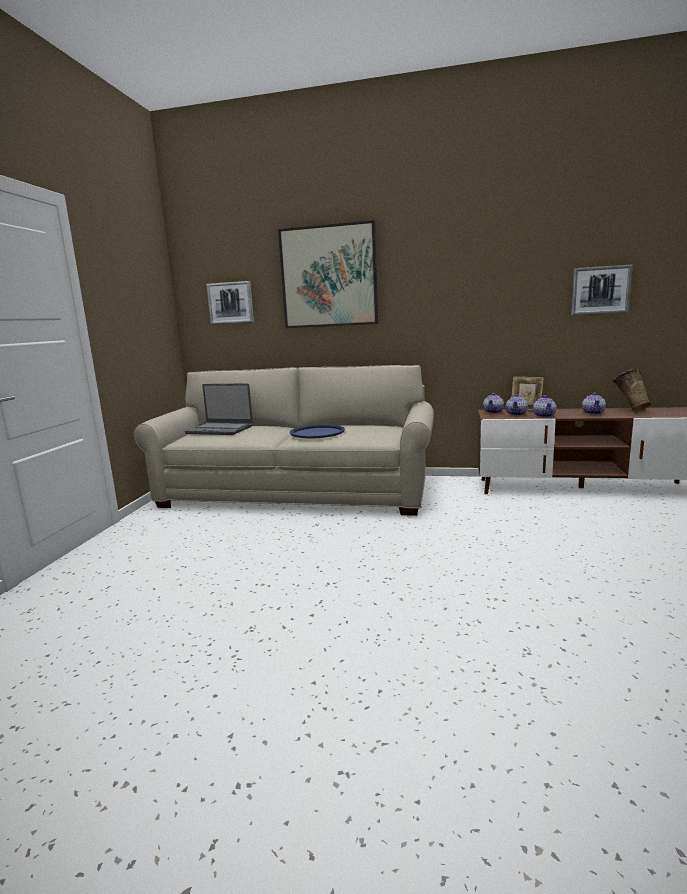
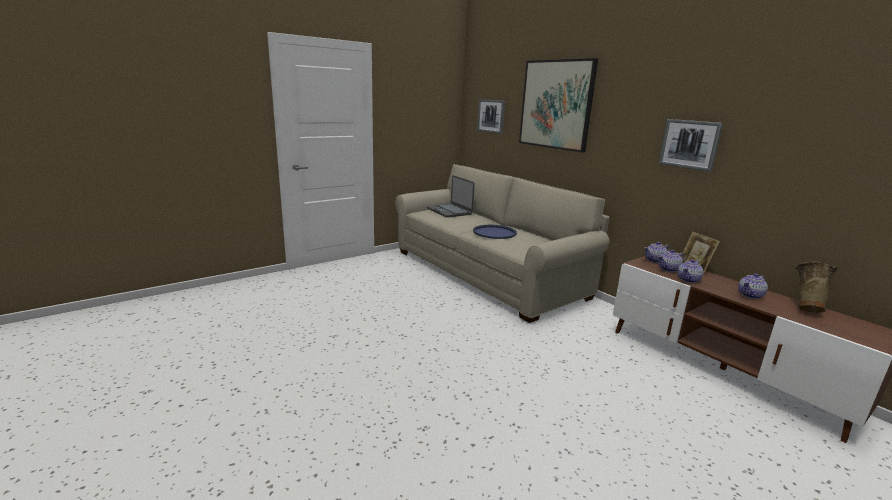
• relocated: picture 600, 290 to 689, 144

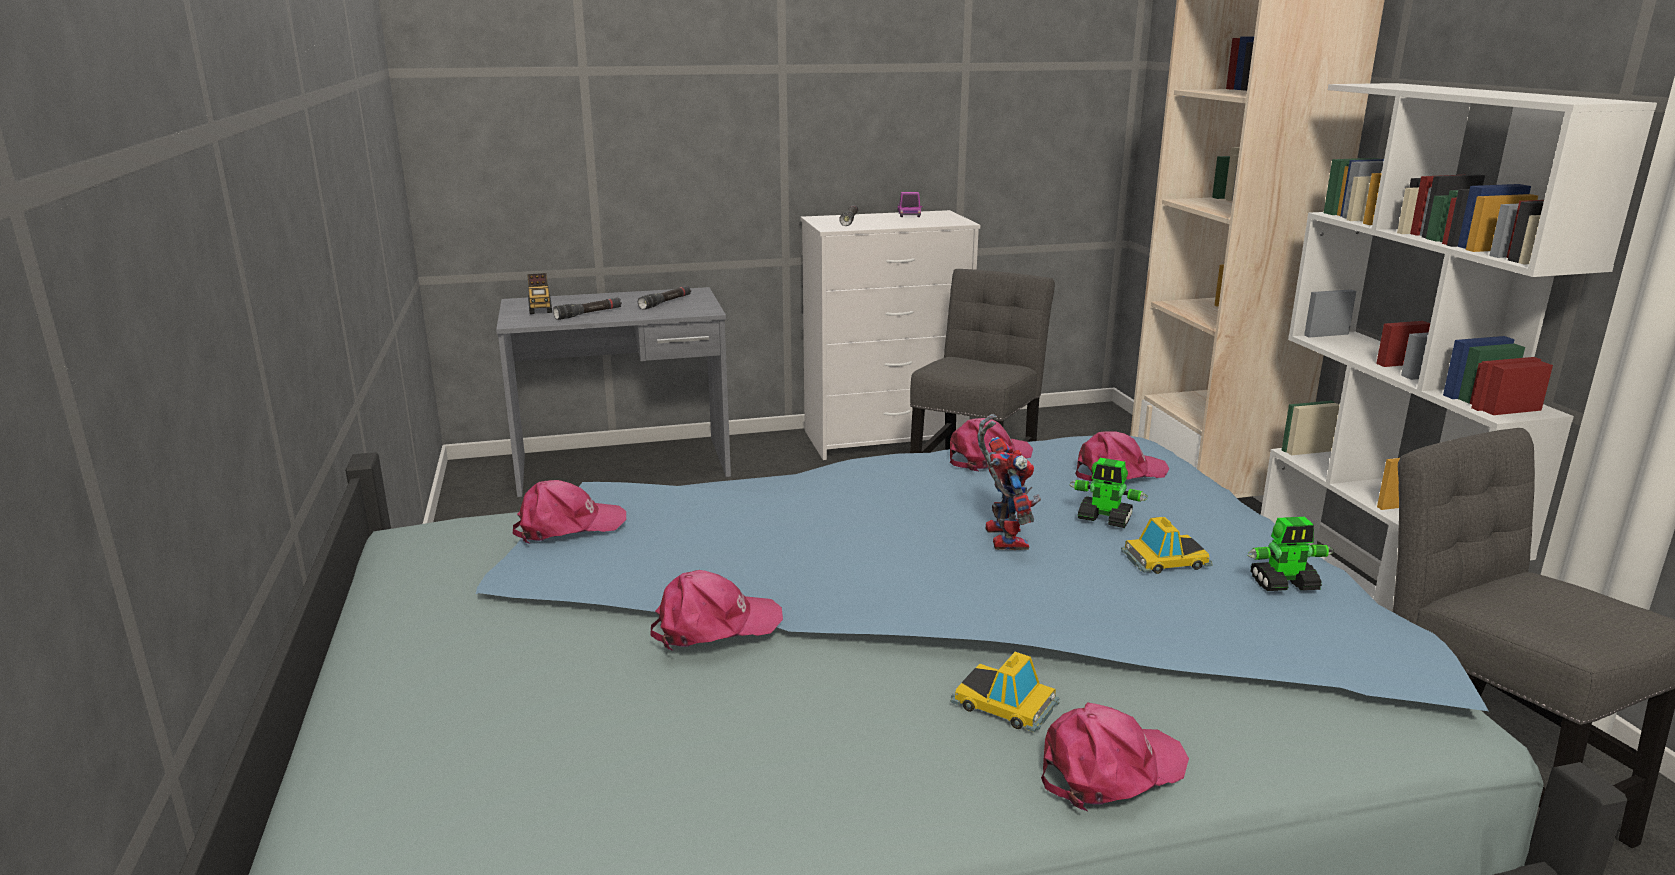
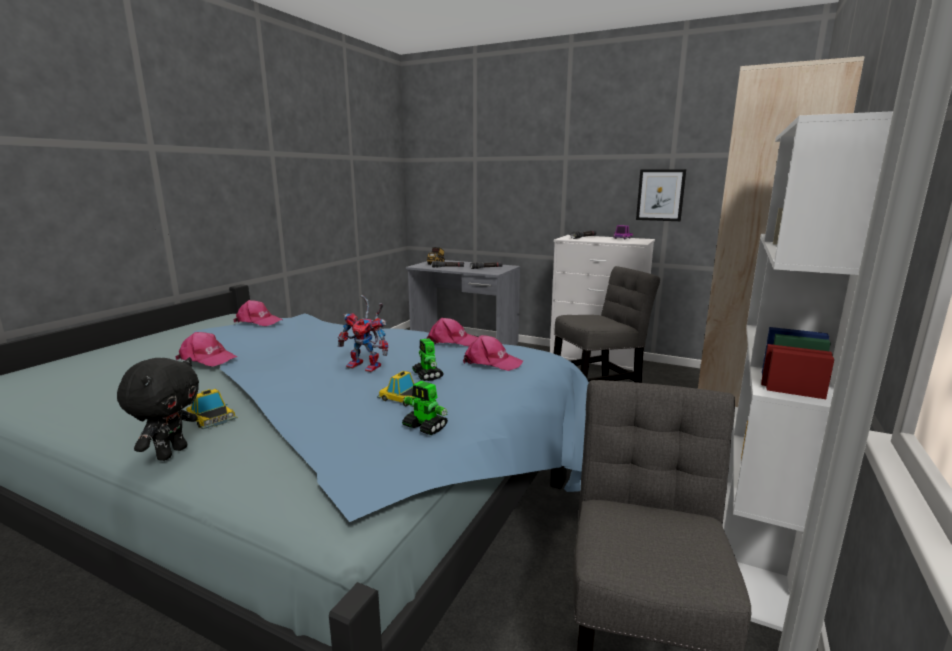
• exchanged: pink cap 1109, 770 to black plush toy 171, 453
• spun: toy car 1004, 703 = 211, 417 150 degrees clockwise
• spun: toy robot 1000, 535 = 368, 366 75 degrees clockwise
• appeared: picture 660, 195

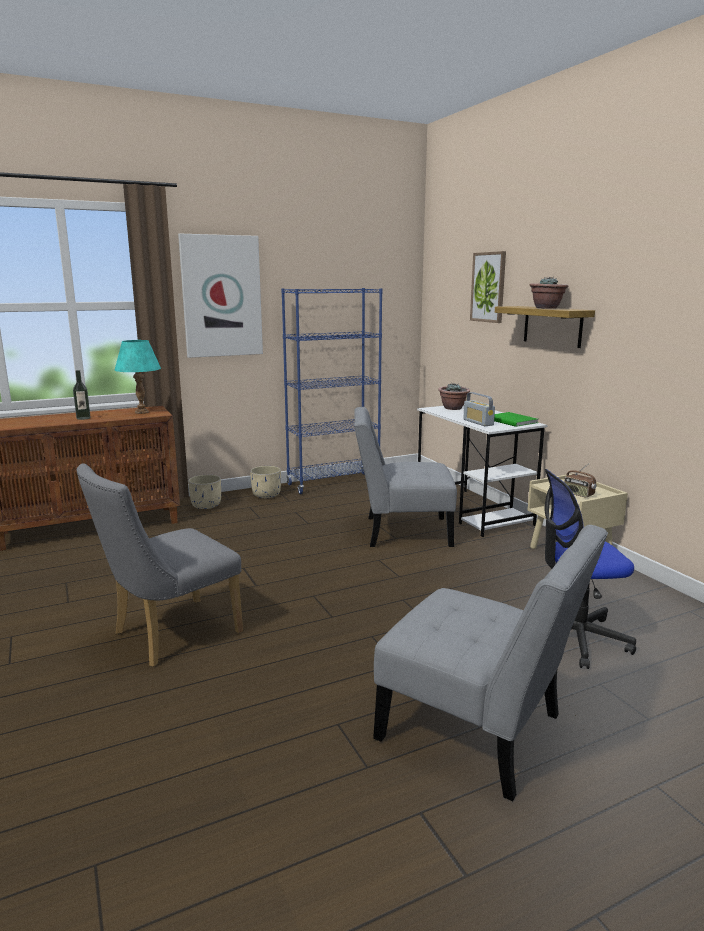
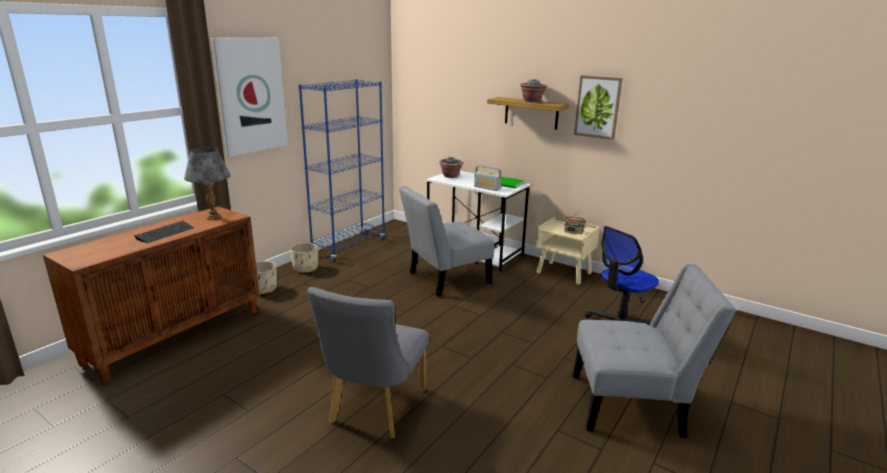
• exchanged: bottle 83, 418 to keyboard 165, 233
• colour: turquoise table lamp 142, 412 to grey table lamp 213, 217
• relocated: picture 488, 287 to 598, 107

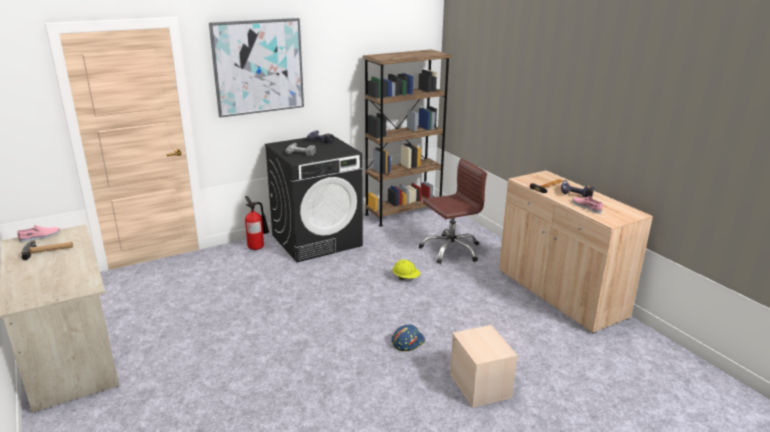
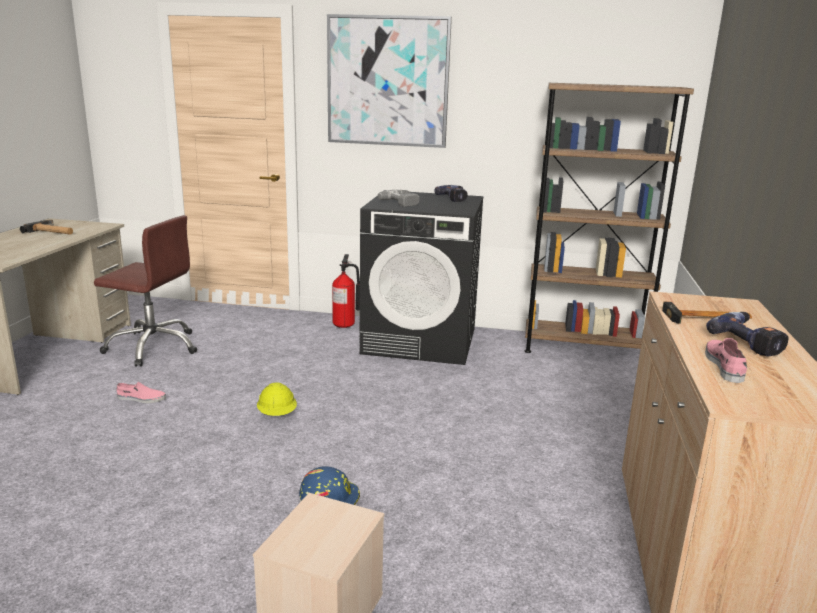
• relocated: brown office chair 450, 250 to 153, 347
• relocated: pink shoe 40, 237 to 141, 398
• relocated: yellow hard hat 406, 278 to 277, 415

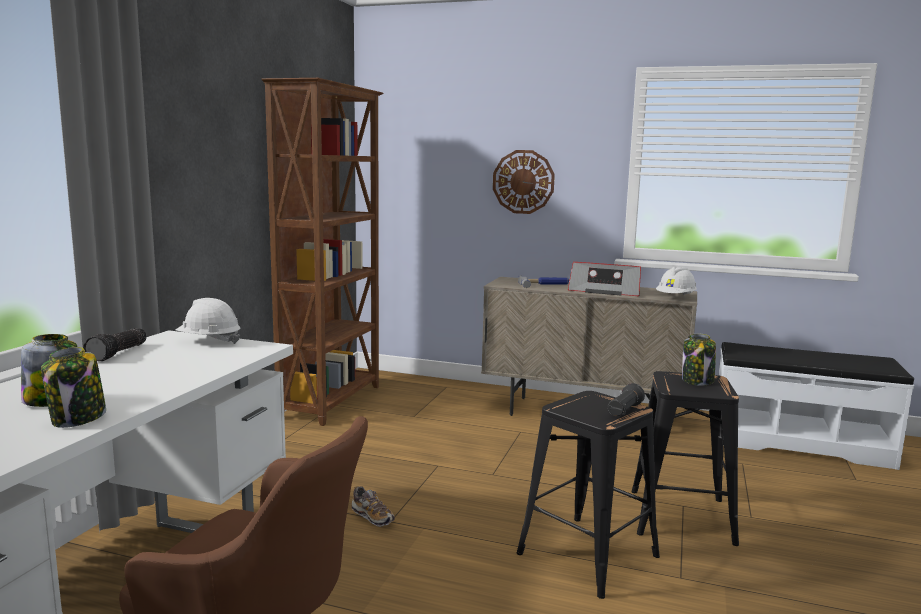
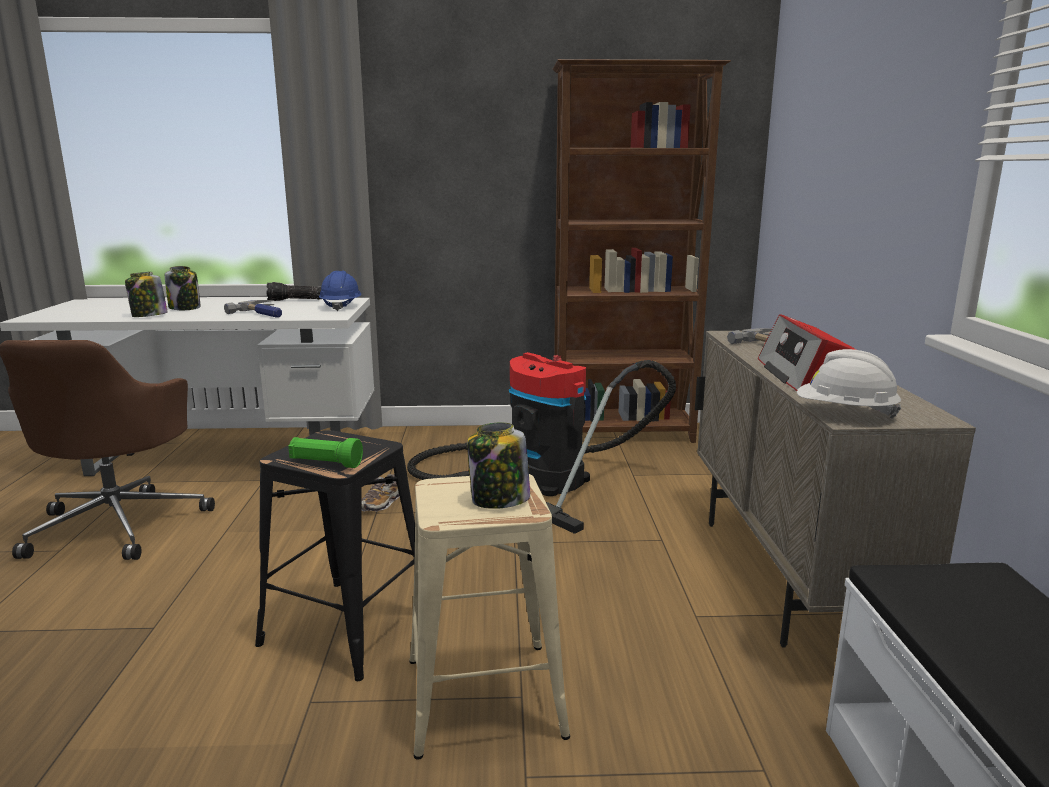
• appeared: hammer 264, 314
• colour: black flashlight 624, 411 to green flashlight 325, 464
• colour: white hard hat 209, 341 to blue hard hat 341, 306
• appeared: vacuum cleaner 537, 477
• colour: black stool 680, 516 to beige stool 484, 694
• missing: wall clock 523, 182

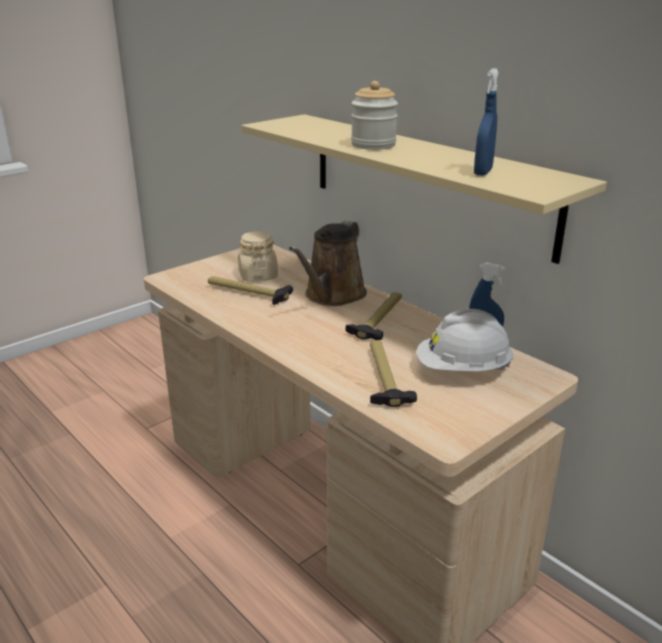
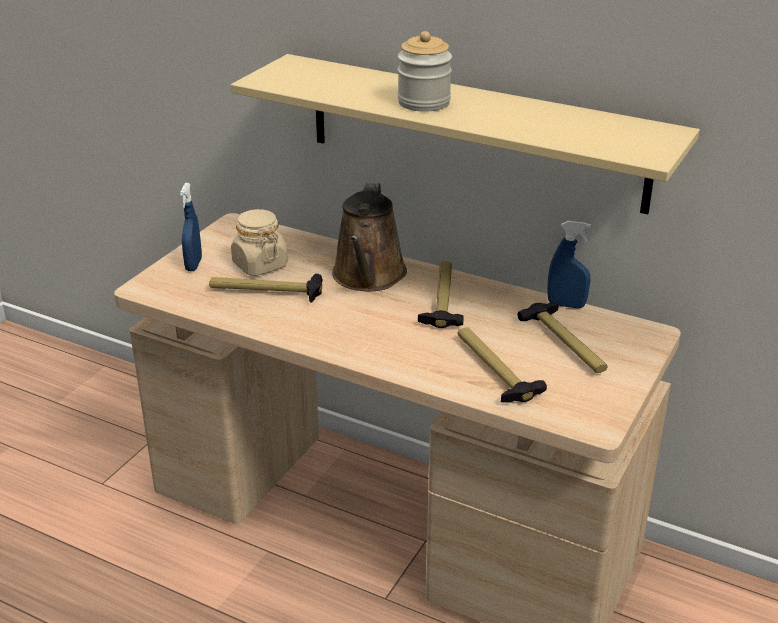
• relocated: blue spray bottle 483, 172 to 193, 265
• exchanged: white hard hat 462, 370 to hammer 566, 344

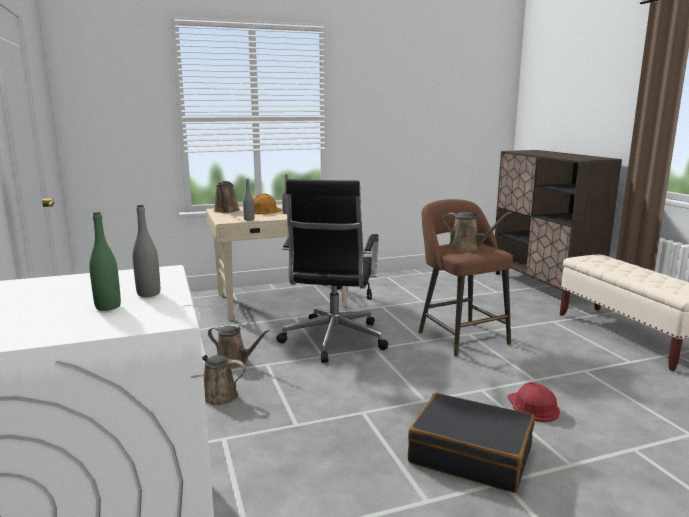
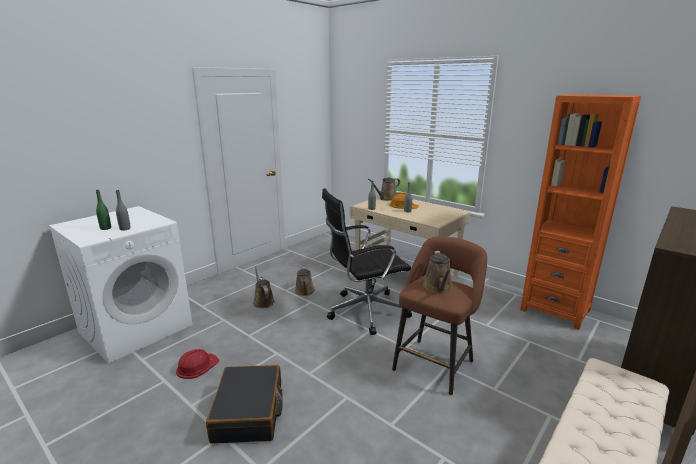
• relocated: red hard hat 532, 407 to 197, 366
• appeared: orange bookcase 555, 310

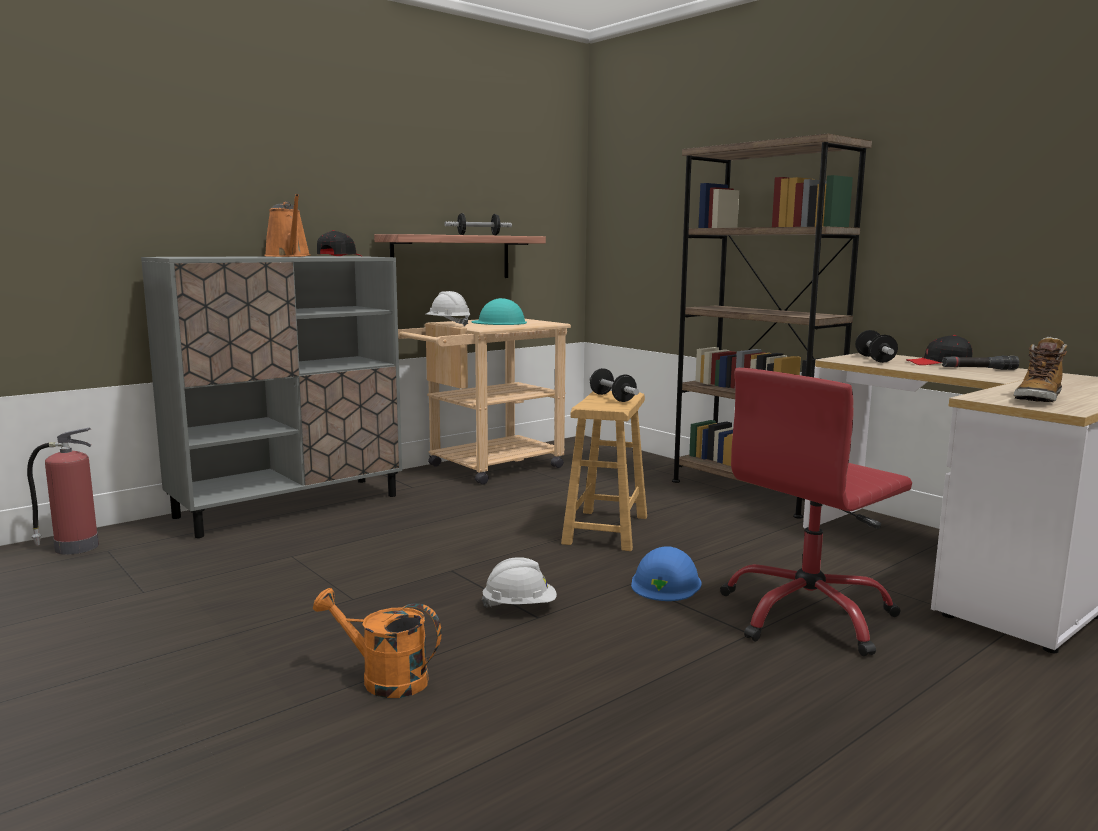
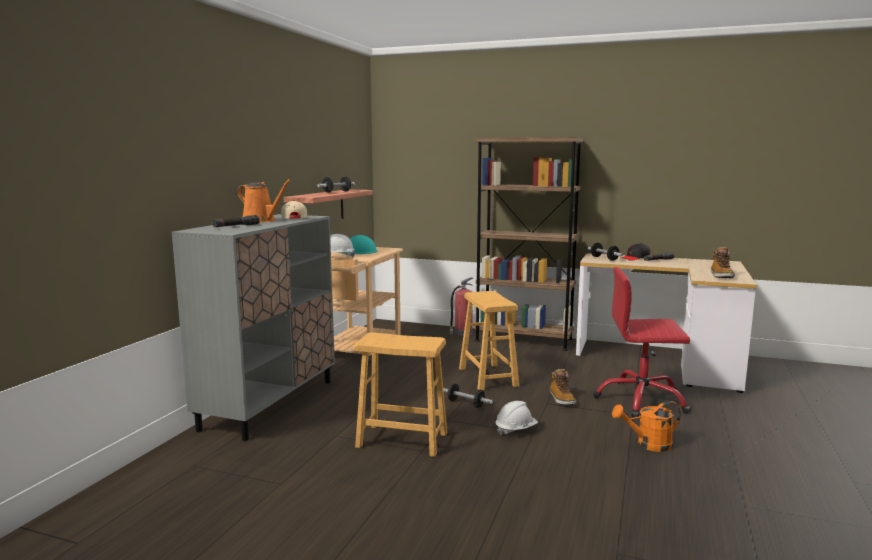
• appeared: black flashlight 236, 226
• colour: black cap 339, 256 to beige cap 294, 218
• appeared: brown stool 402, 440
• relocated: dumbbell 612, 398 to 465, 404
• relocated: fire extinguisher 74, 547 to 462, 333
• exchanged: blue hard hat 666, 583 to boot 561, 399
• spun: red office chair 807, 615 = 641, 400 75 degrees clockwise
• relocated: orange watering can 384, 679 to 648, 445

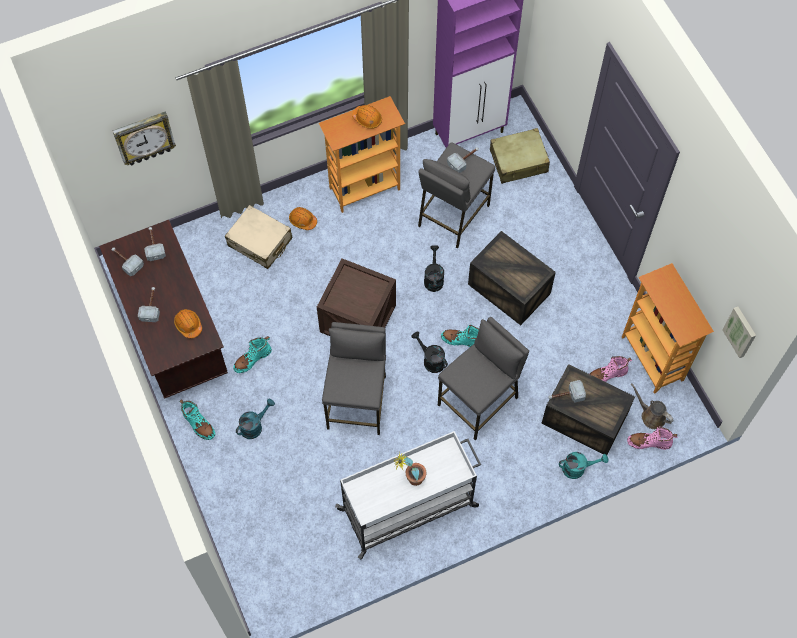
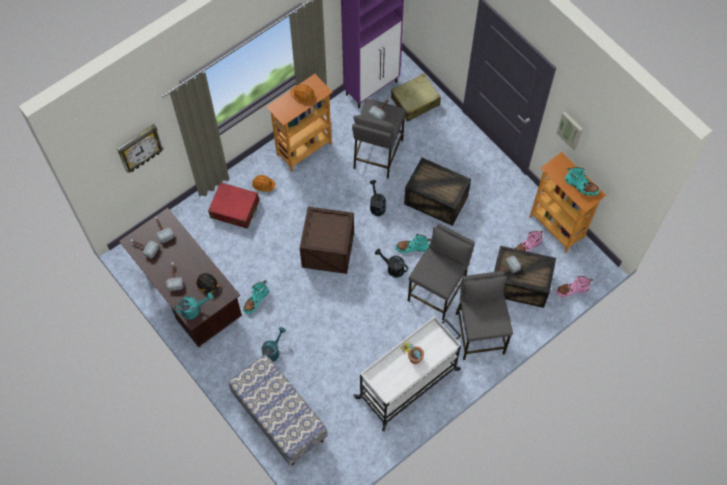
• relocated: turquoise watering can 578, 468 to 194, 309
• colour: orange hard hat 188, 325 to black hard hat 208, 285
• colour: beige suitcase 260, 242 to red suitcase 235, 209
• appeared: bench 279, 418
• relocated: grey stool 358, 402 to 479, 333
• relocated: picture 741, 331 to 570, 130
• relocated: turquoise boot 198, 424 to 581, 186
• missing: brown watering can 651, 416

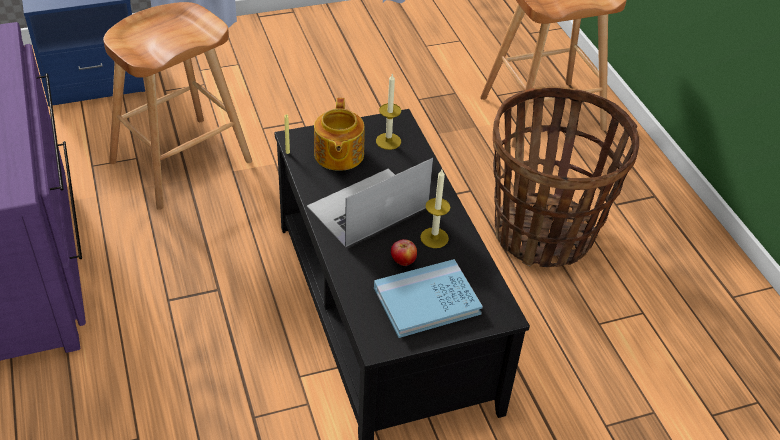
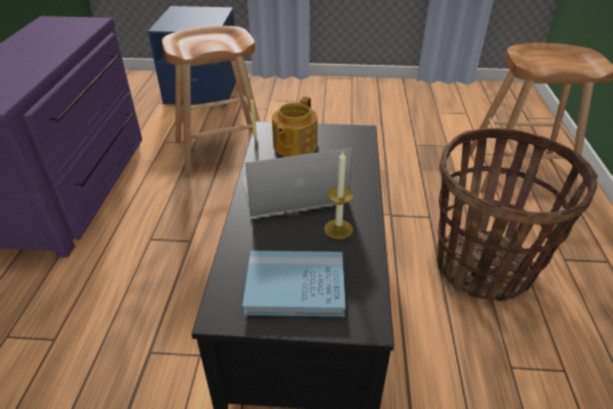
• missing: candle 388, 141
• missing: apple 403, 262

